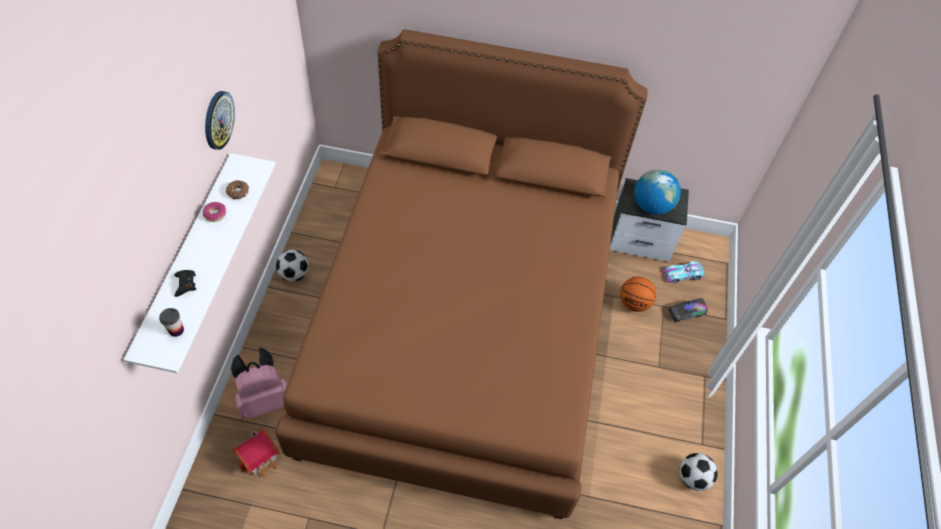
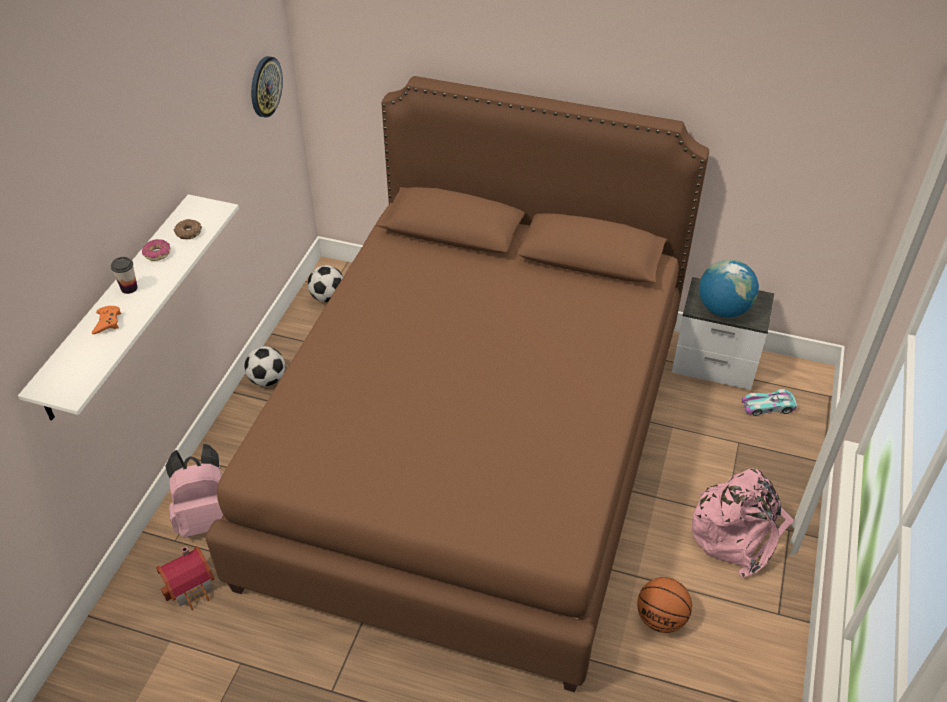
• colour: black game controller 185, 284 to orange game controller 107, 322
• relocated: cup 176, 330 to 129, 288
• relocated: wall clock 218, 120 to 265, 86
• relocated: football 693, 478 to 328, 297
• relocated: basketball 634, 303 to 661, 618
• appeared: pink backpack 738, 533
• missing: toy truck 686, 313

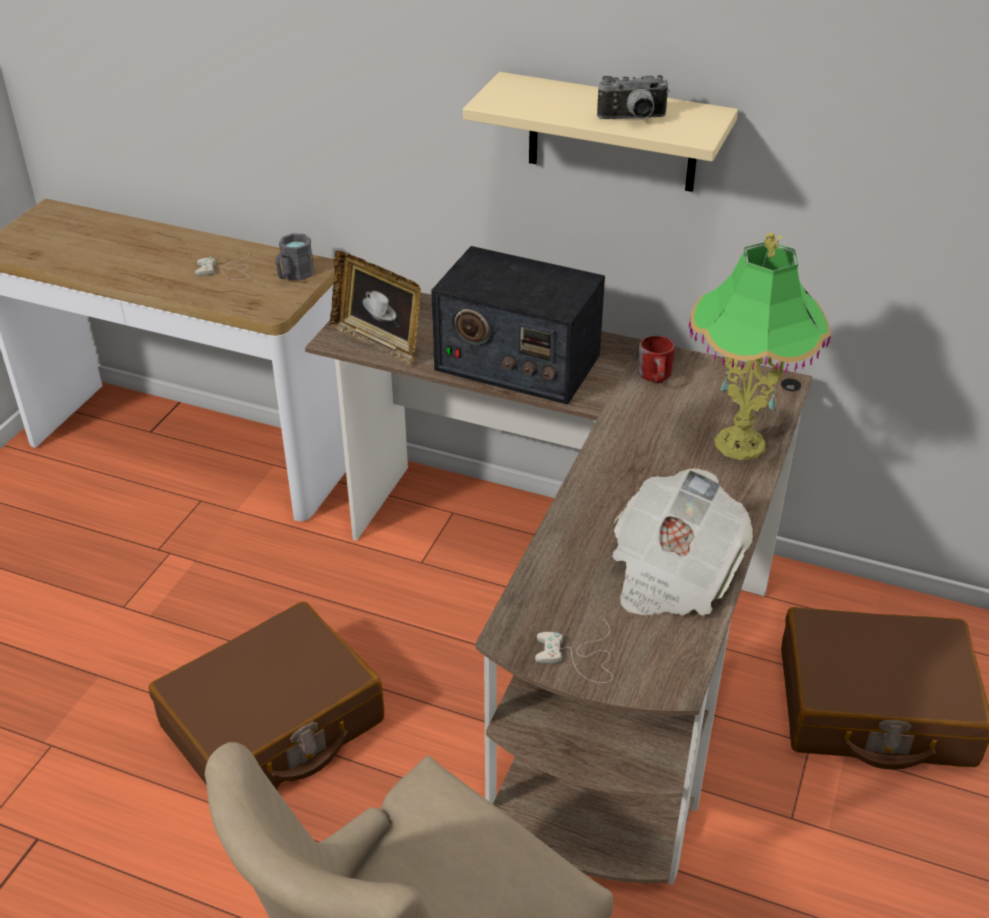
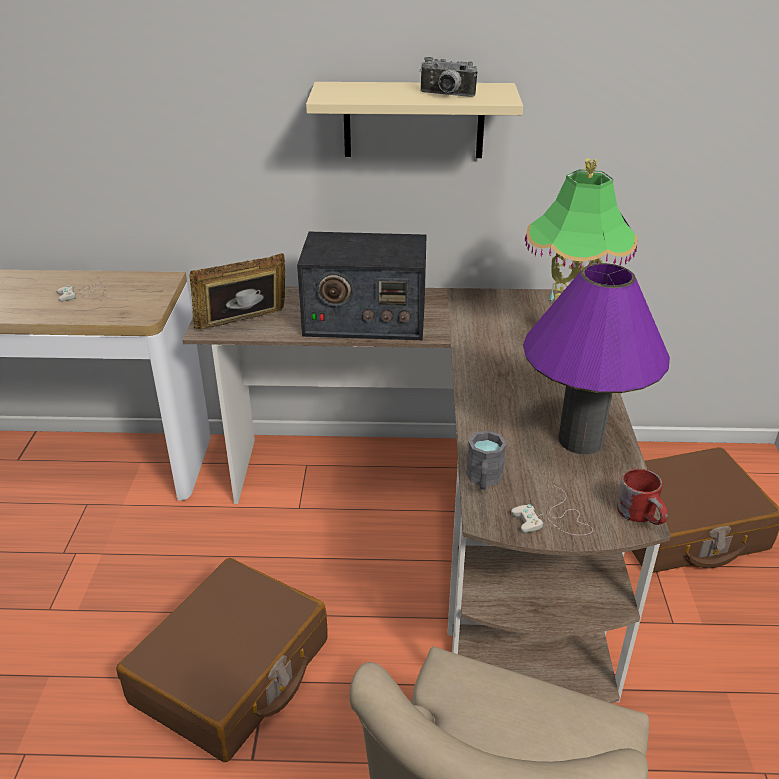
• spun: picture frame 378, 341 = 243, 324 135 degrees clockwise
• spun: photo camera 633, 119 = 446, 95 45 degrees clockwise
• relocated: grey mug 294, 275 to 484, 480
• exchanged: newspaper 672, 573 to purple table lamp 580, 440
• relocated: red mug 658, 378 to 643, 515

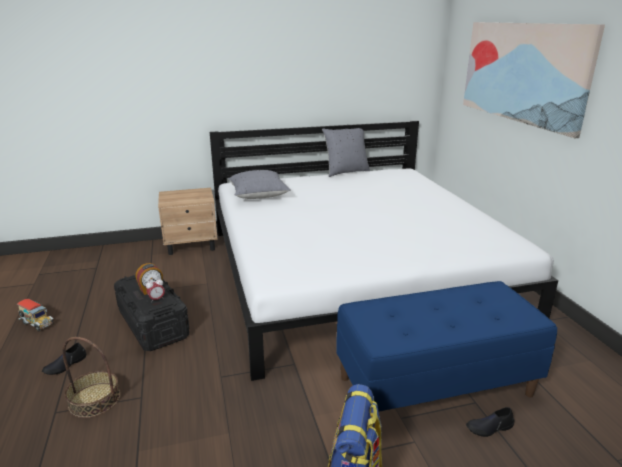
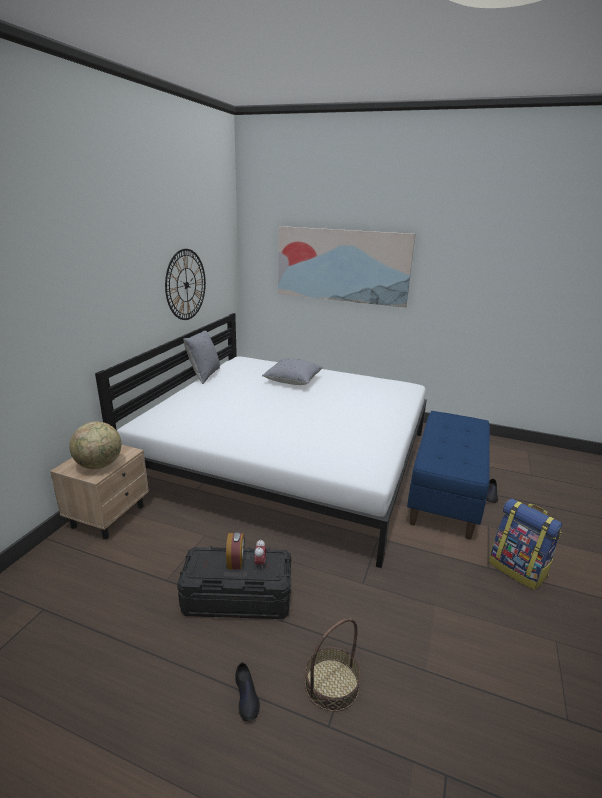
• appeared: globe 99, 465
• appeared: wall clock 186, 285
• relocated: grey pillow 258, 195 to 293, 381
• missing: toy truck 37, 324

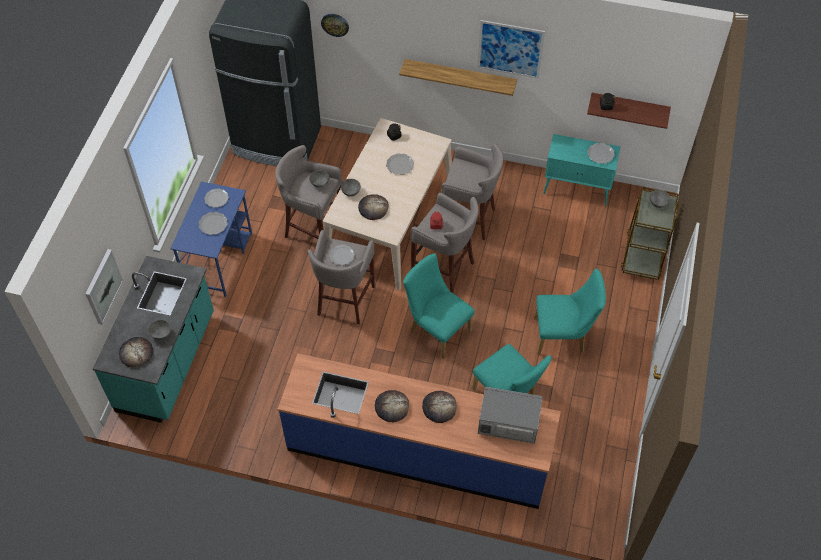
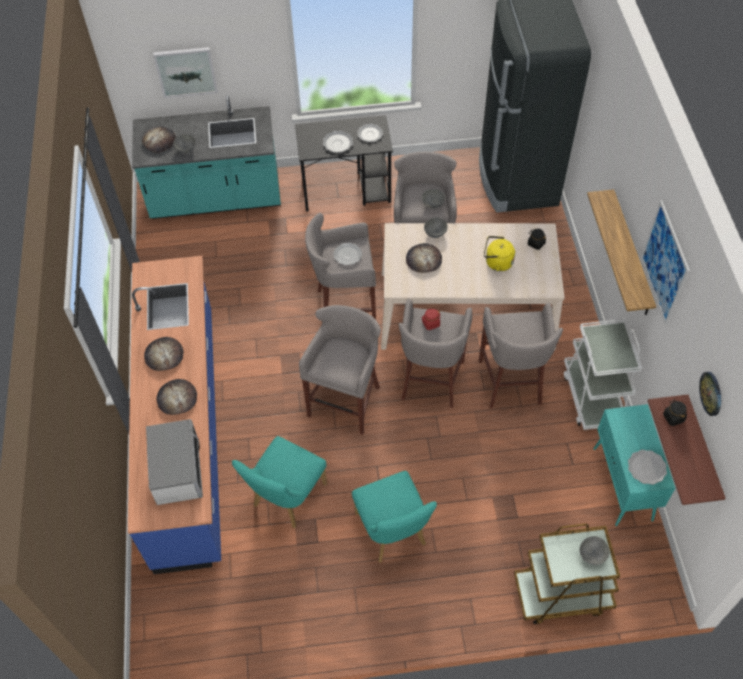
• colour: blue desk 219, 259 to black desk 347, 190
• exchanged: turquoise chair 436, 329 to grey stool 346, 400
• exchanged: plate 399, 165 to yellow kettle 497, 262
• appeared: white cart 593, 397
• relocated: wall clock 335, 24 to 711, 393

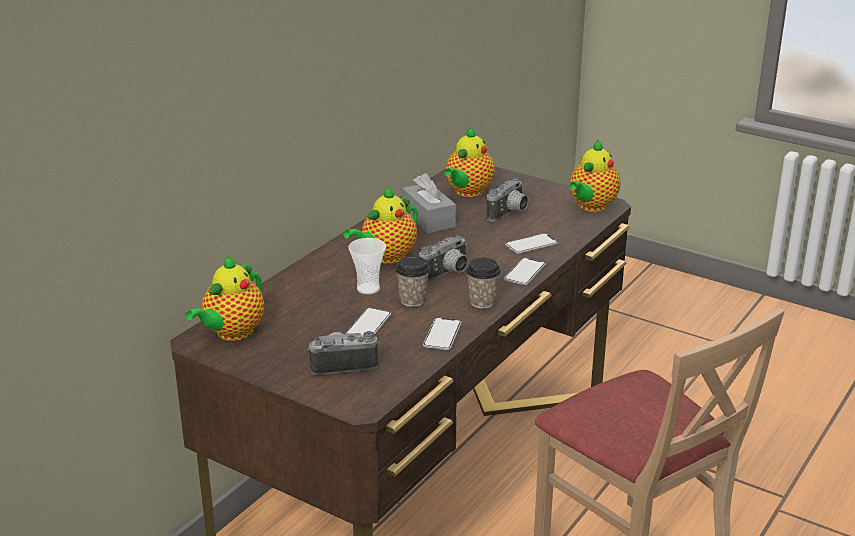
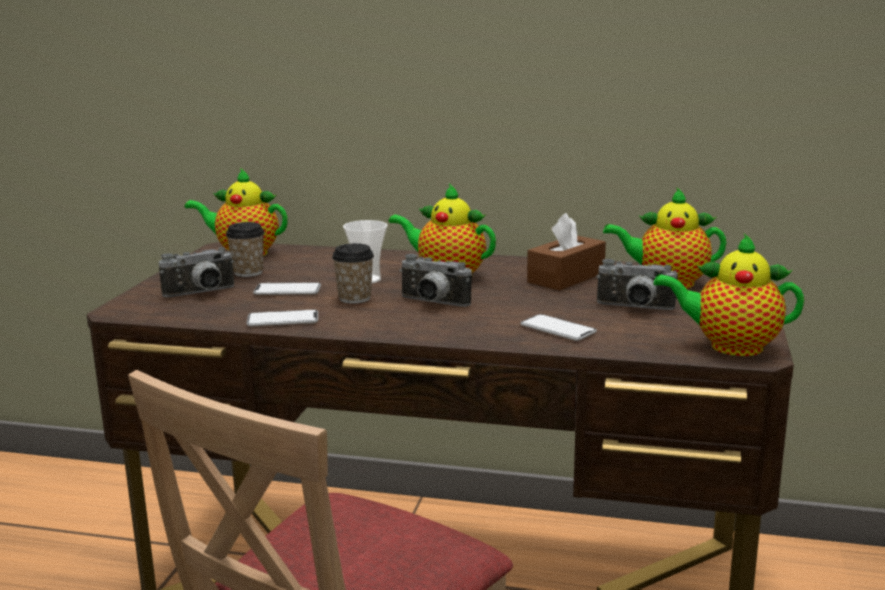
• spun: photo camera 343, 364 = 201, 293 90 degrees clockwise
• relocated: cup 482, 302 to 248, 272
• colour: grey tissue box 428, 219 to brown tissue box 566, 277
• missing: phone 524, 272

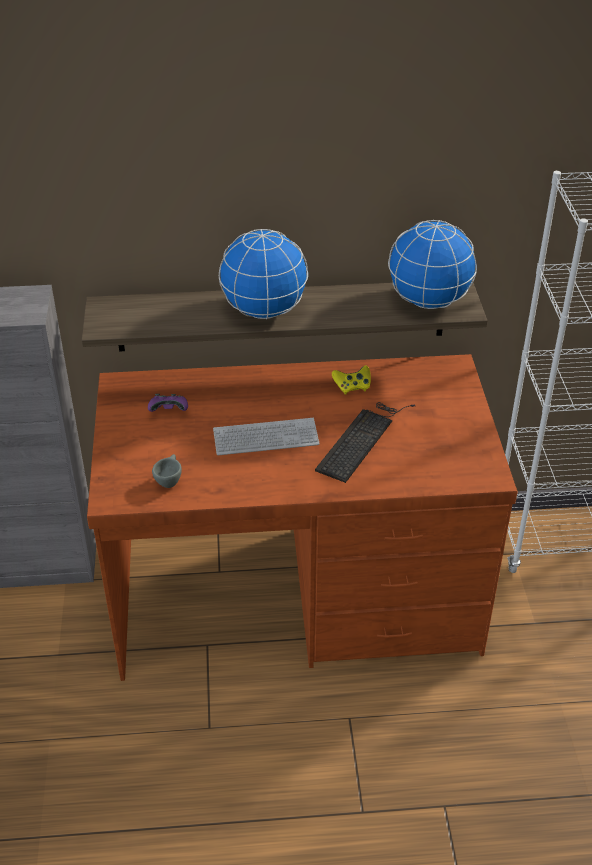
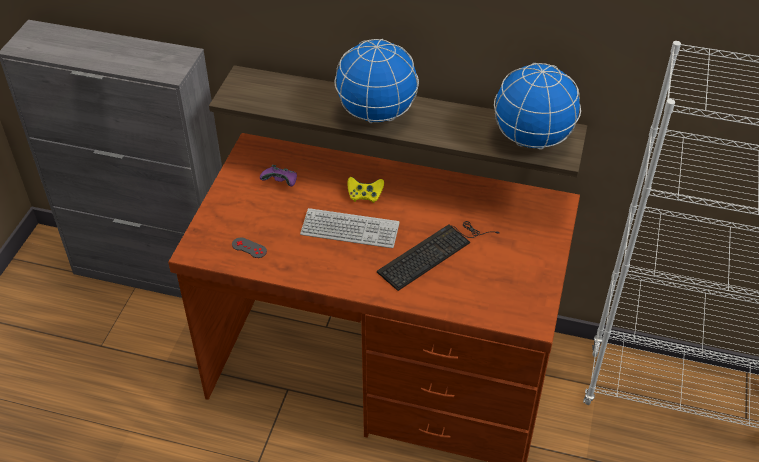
• exchanged: grey cup 169, 481 to grey game controller 249, 248
• relocated: yellow game controller 352, 387 to 364, 196

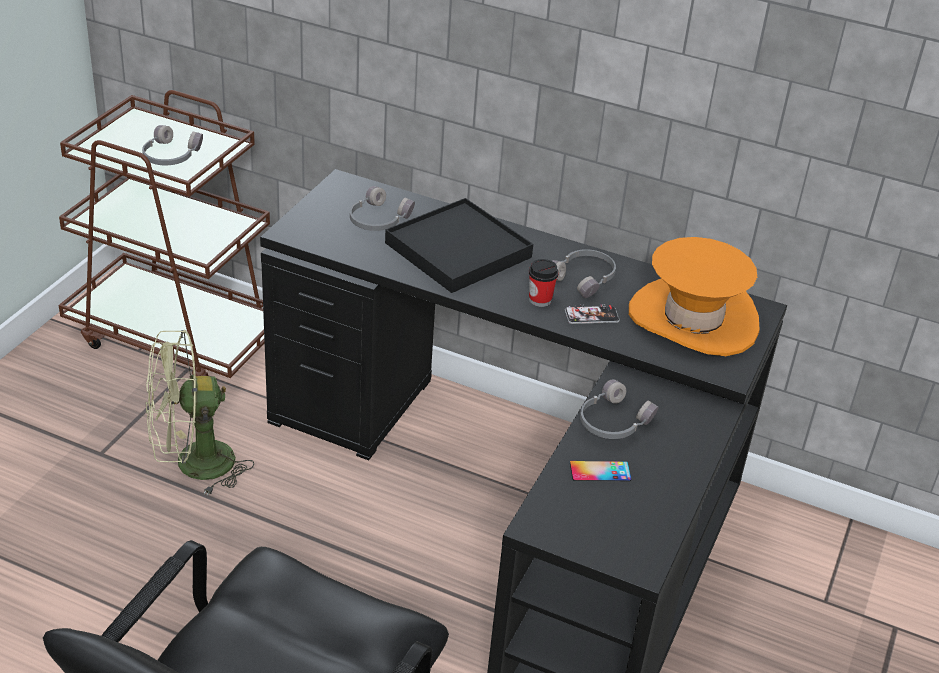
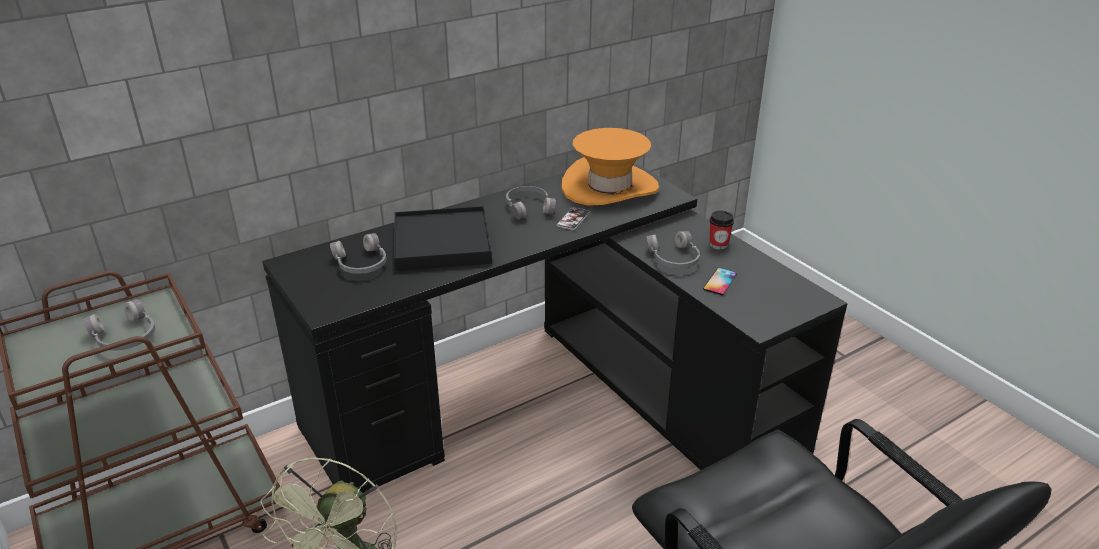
• relocated: cup 540, 300 to 718, 244

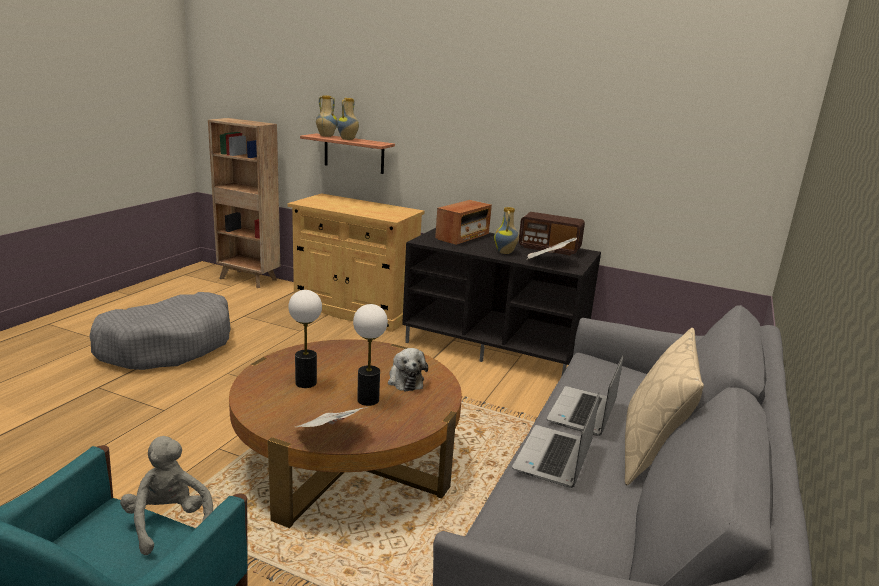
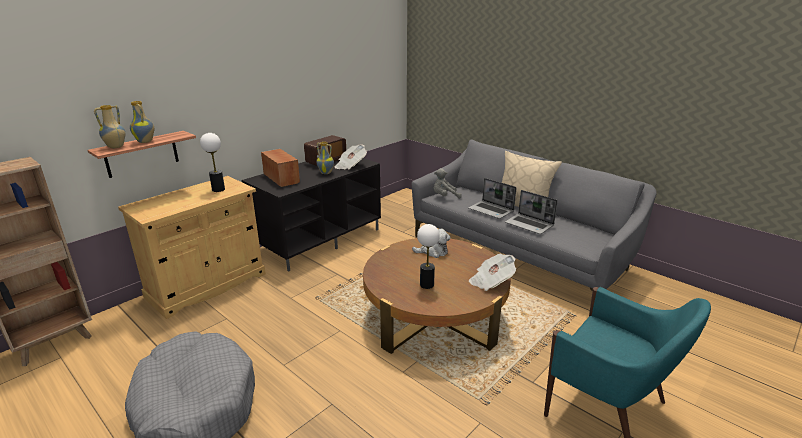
• relocated: table lamp 368, 400 to 218, 189
• relocated: grey plush toy 169, 523 to 445, 196

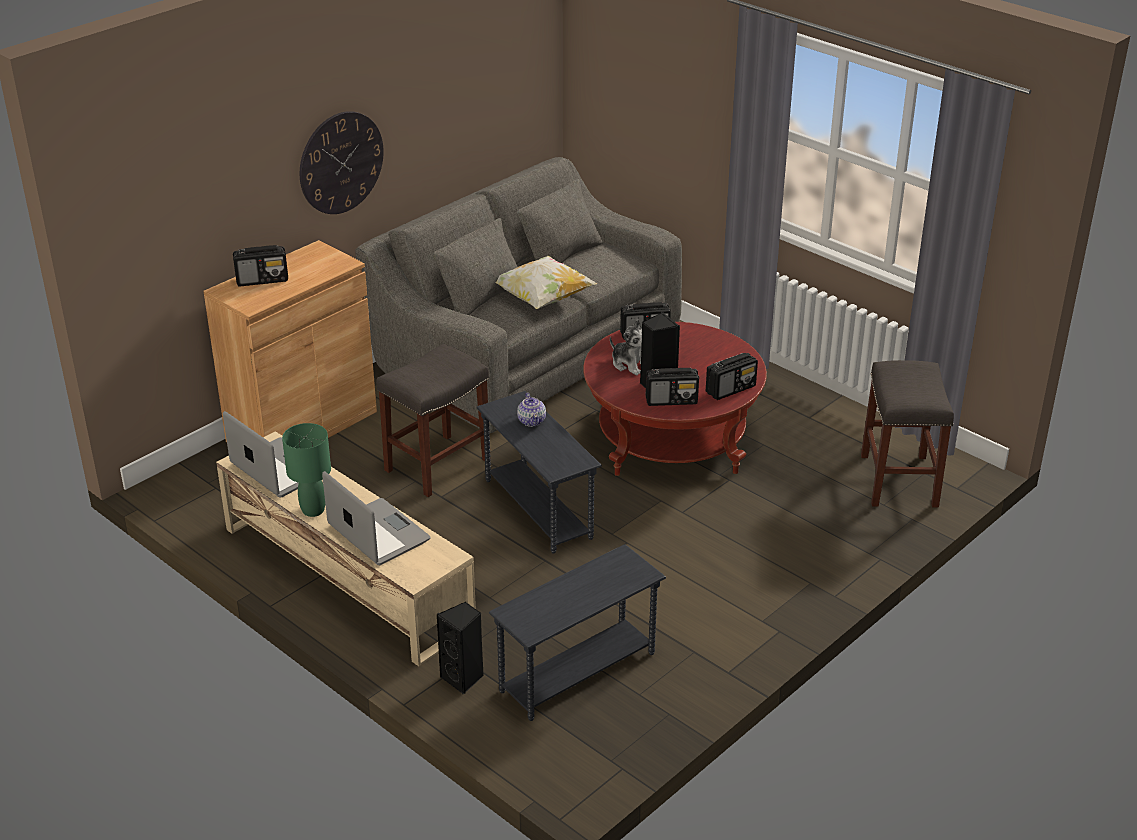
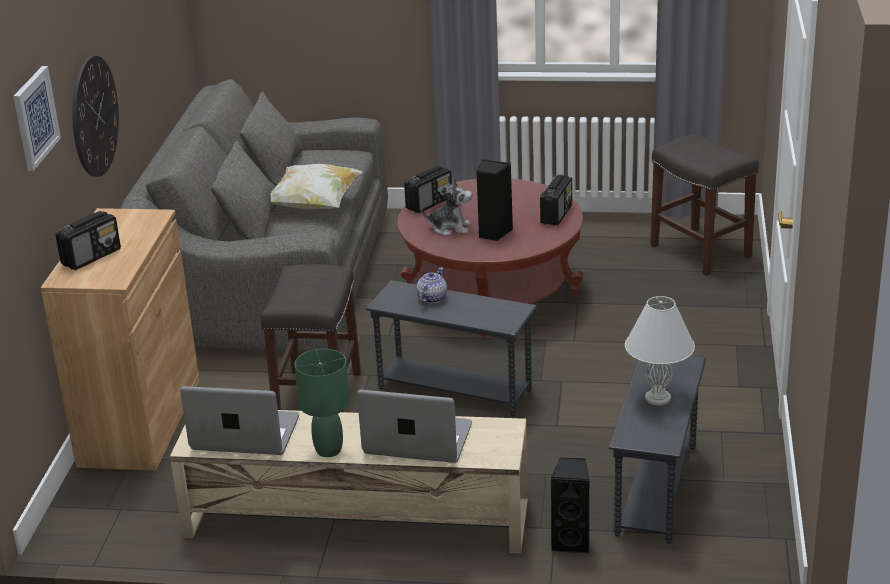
• appeared: picture 35, 117
• spun: teapot 532, 421 = 431, 298 105 degrees counterclockwise
• appeared: white table lamp 658, 398
• missing: radio 672, 400

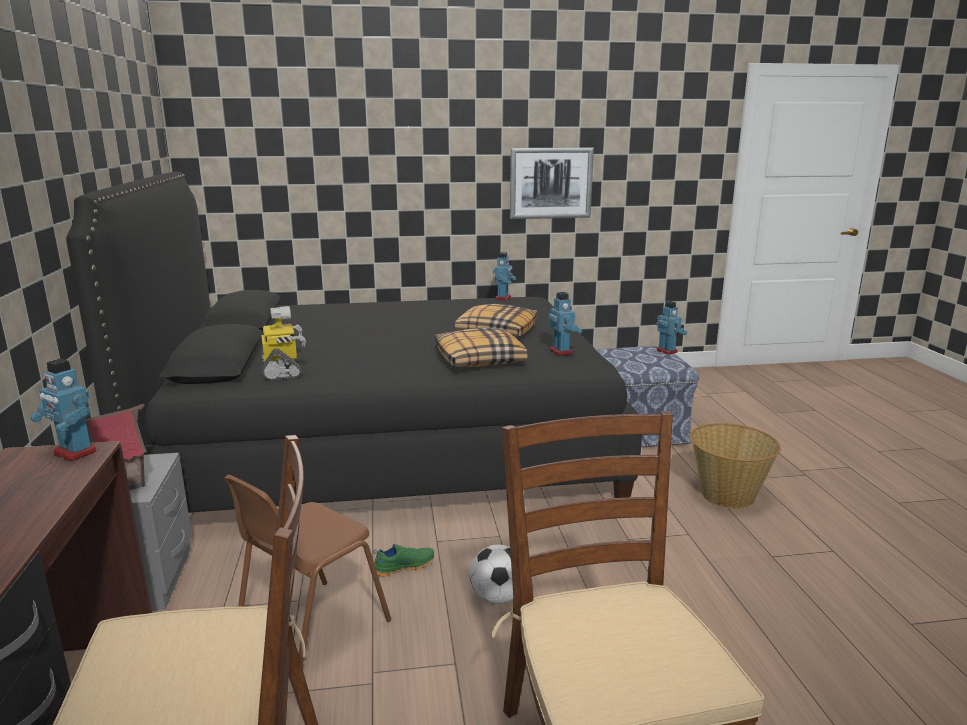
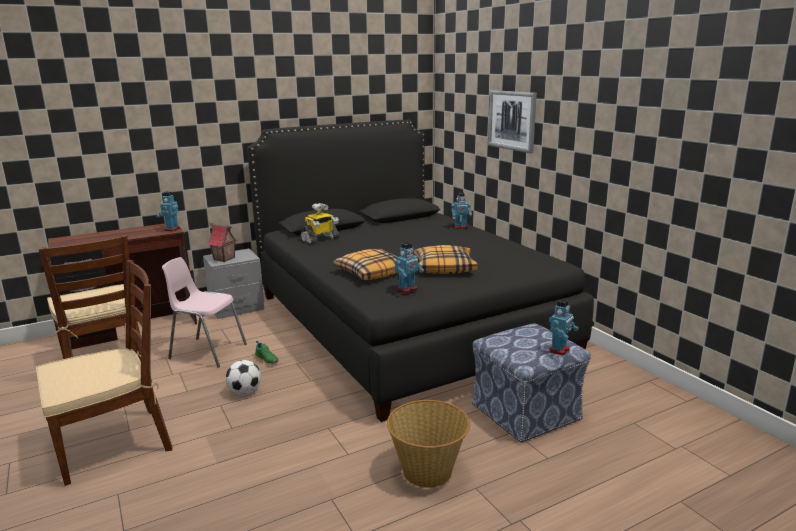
• colour: brown chair 311, 631 to pink chair 207, 351
• relocated: toy robot 503, 298 to 460, 227
• relocated: picture 551, 183 to 512, 120

